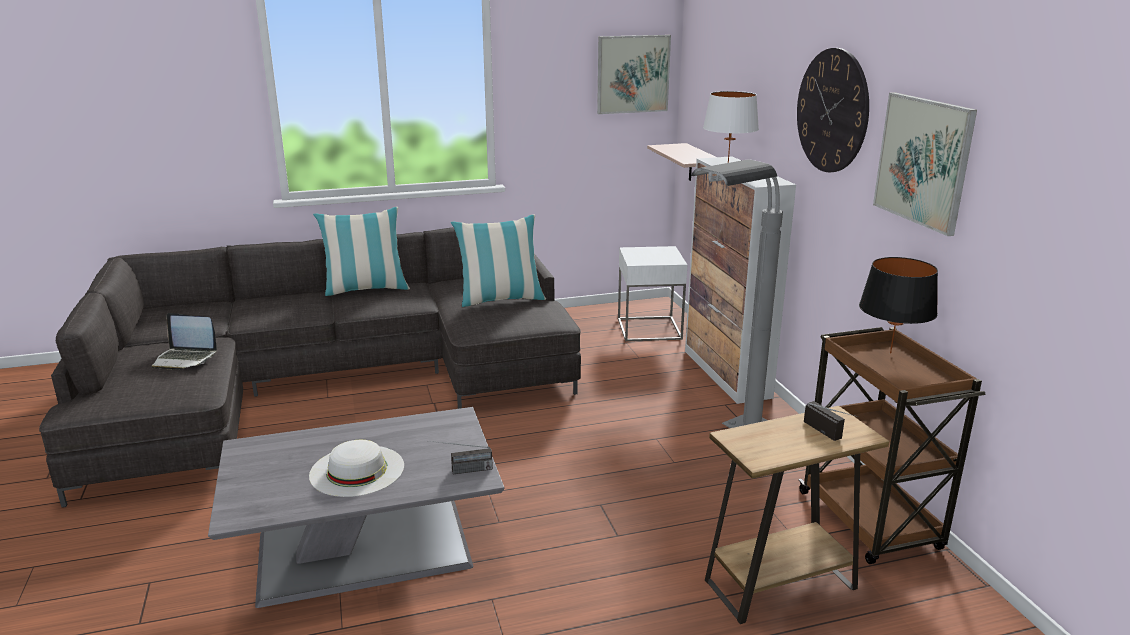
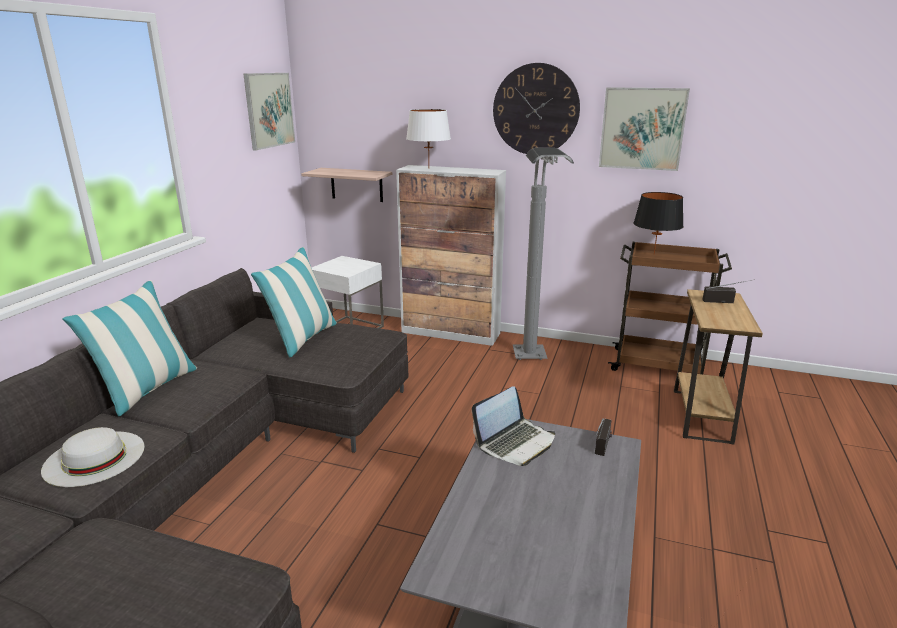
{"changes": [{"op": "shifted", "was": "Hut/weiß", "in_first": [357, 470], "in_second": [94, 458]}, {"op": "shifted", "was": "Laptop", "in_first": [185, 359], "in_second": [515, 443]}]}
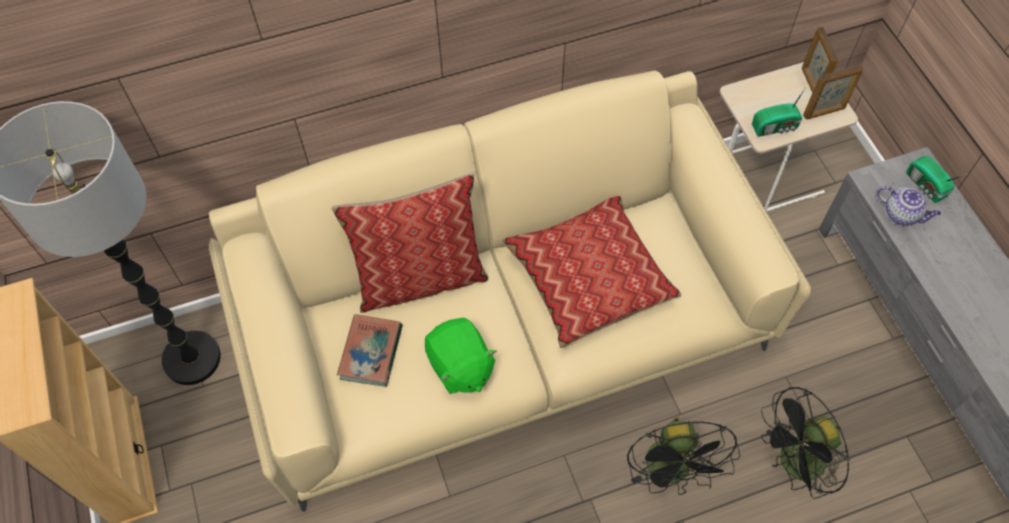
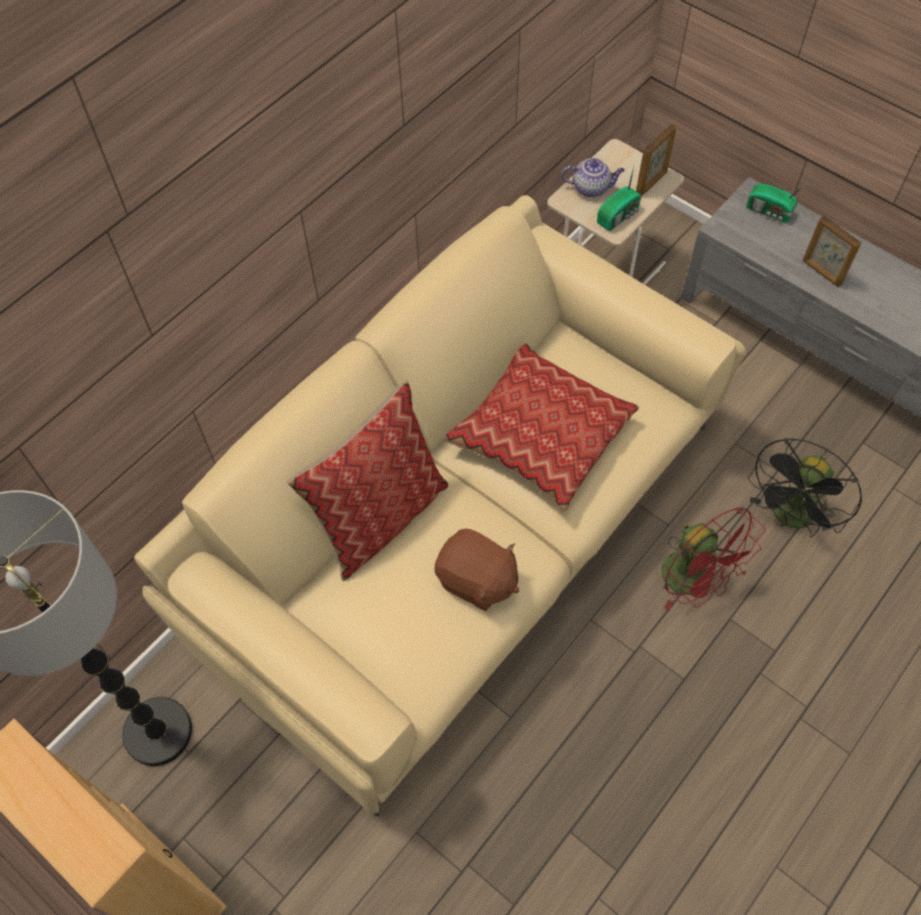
{"changes": [{"op": "repainted", "was": "Plüschtier/grün", "now": "Plüschtier/braun", "in_first": [460, 367], "in_second": [476, 580]}, {"op": "shifted", "was": "Teekanne", "in_first": [902, 214], "in_second": [591, 188]}, {"op": "repainted", "was": "Ventilator/schwarz", "now": "Ventilator/rot", "in_first": [672, 472], "in_second": [695, 580]}, {"op": "shifted", "was": "Bilderrahmen", "in_first": [811, 83], "in_second": [821, 272]}, {"op": "gone", "was": "Buch", "in_first": [371, 352]}]}
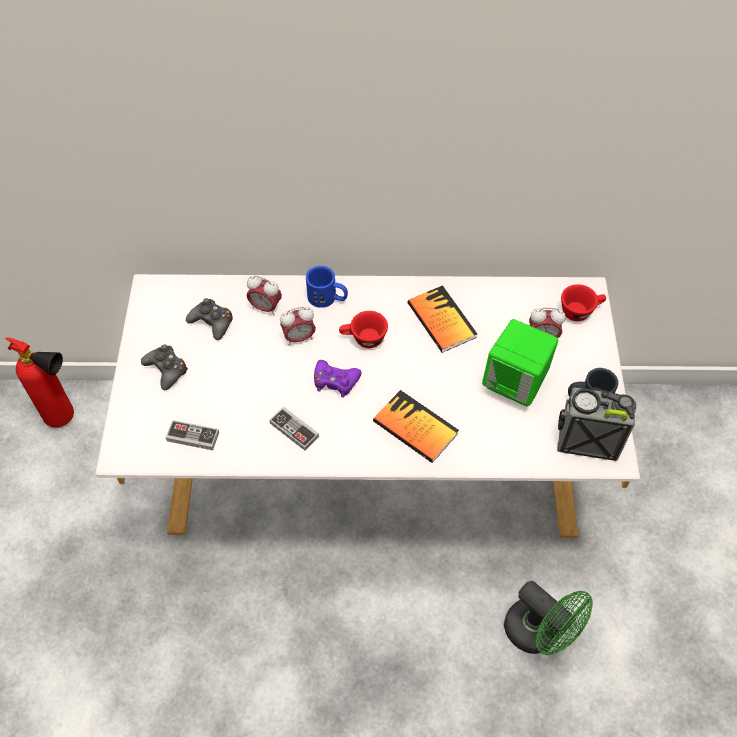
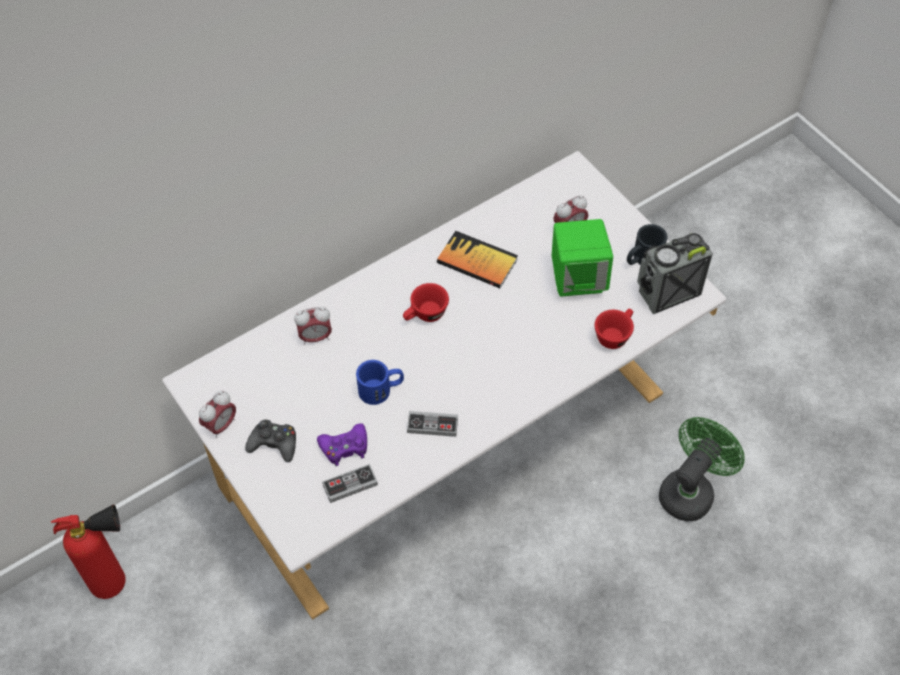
{"changes": [{"op": "shifted", "was": "Wecker", "in_first": [299, 338], "in_second": [221, 425]}, {"op": "shifted", "was": "Gamepad/lila", "in_first": [335, 381], "in_second": [345, 447]}, {"op": "shifted", "was": "Henkelbecher/blau", "in_first": [327, 298], "in_second": [381, 389]}, {"op": "shifted", "was": "Tasse/rot", "in_first": [580, 311], "in_second": [614, 334]}, {"op": "rotated", "was": "Ventilator/grün", "in_first": [539, 633], "in_second": [690, 490], "clockwise": -60}, {"op": "gone", "was": "Gamepad/schwarz", "in_first": [212, 322]}, {"op": "gone", "was": "Buch", "in_first": [415, 427]}]}
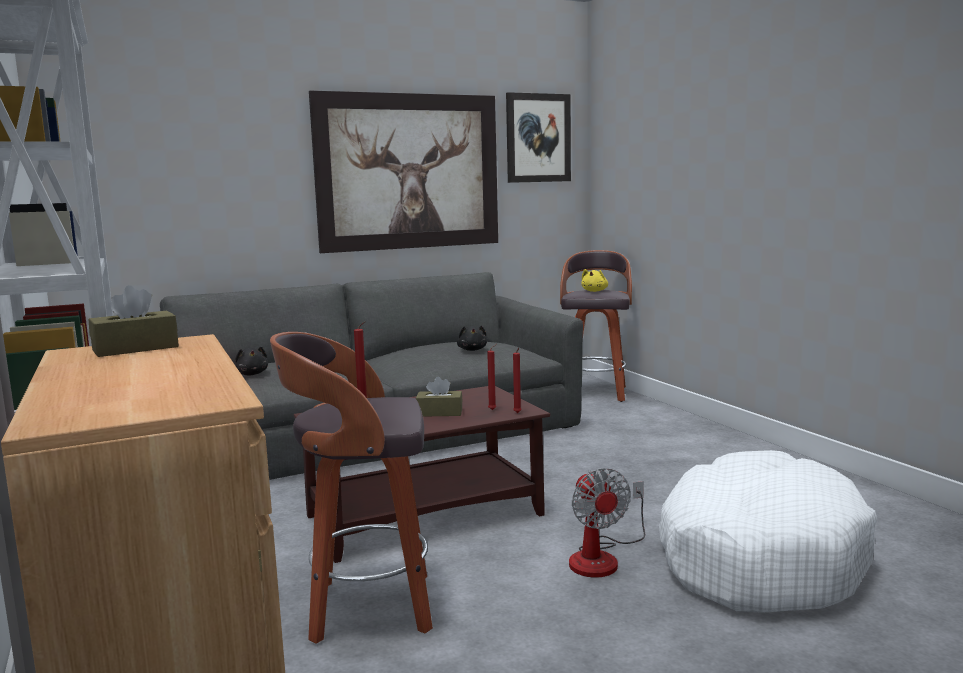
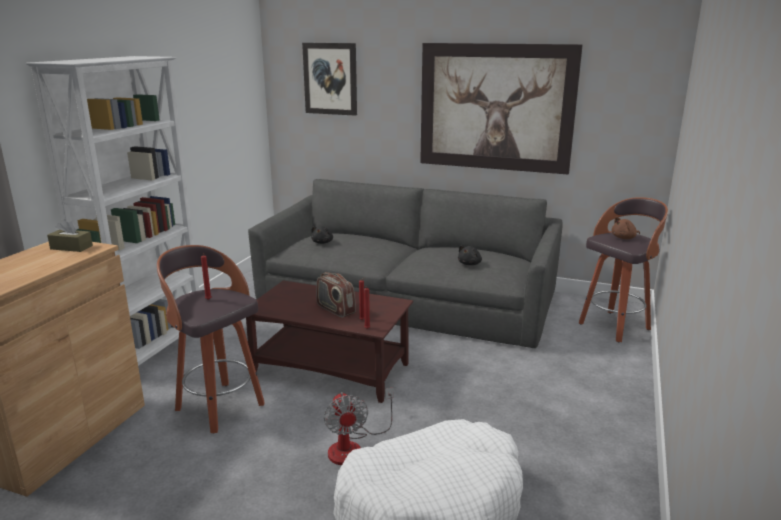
{"changes": [{"op": "shifted", "was": "Bild", "in_first": [538, 138], "in_second": [330, 79]}, {"op": "swapped", "was": "Taschentuchbox/braun", "now": "Radio", "in_first": [439, 413], "in_second": [335, 310]}, {"op": "rotated", "was": "Ventilator", "in_first": [602, 557], "in_second": [353, 447], "clockwise": -45}, {"op": "repainted", "was": "Plüschtier/gelb", "now": "Plüschtier/braun", "in_first": [595, 291], "in_second": [624, 238]}]}
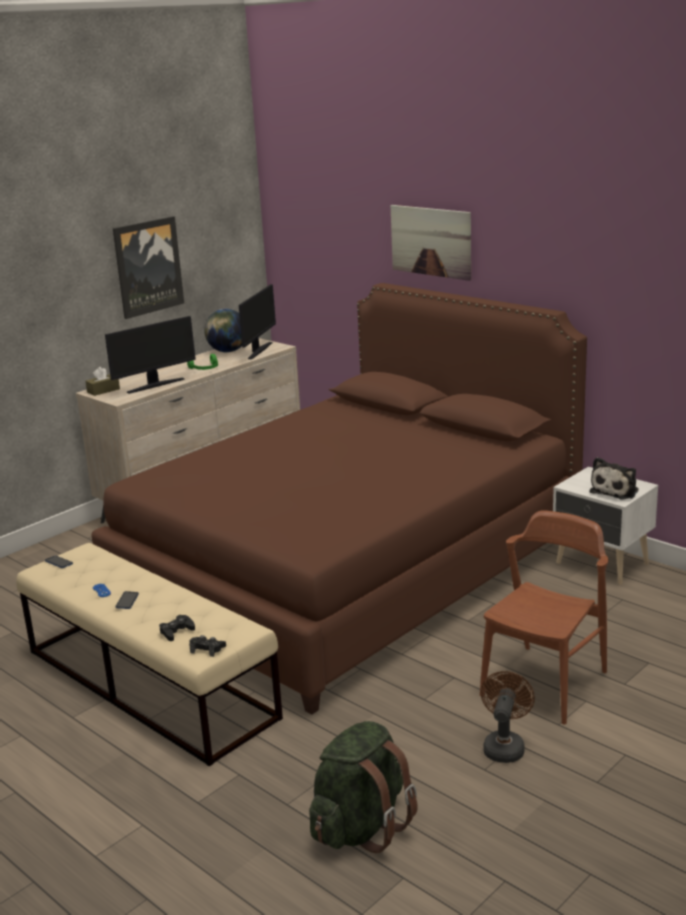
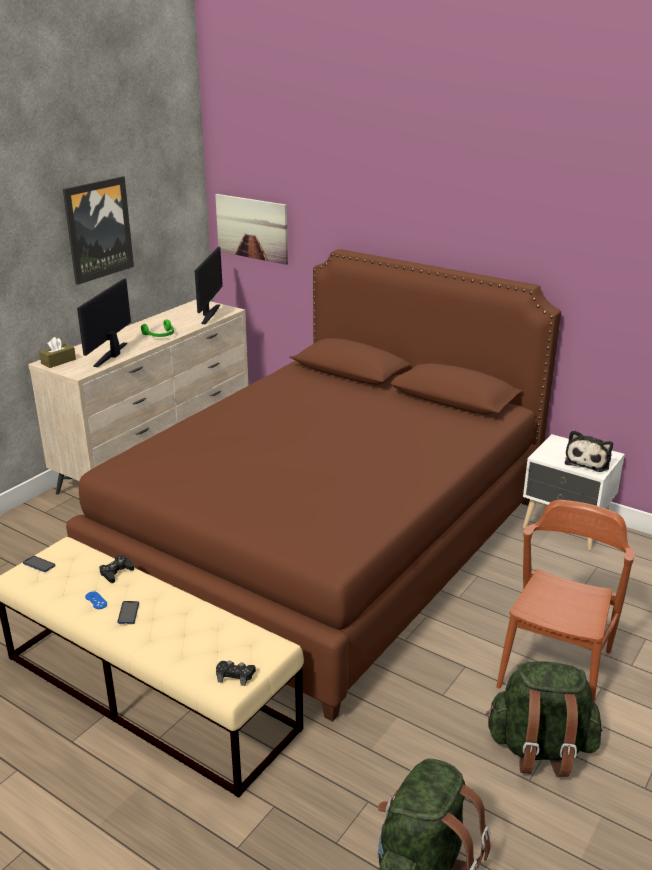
{"changes": [{"op": "rotated", "was": "Monitor", "in_first": [155, 385], "in_second": [112, 355], "clockwise": 150}, {"op": "shifted", "was": "Gamepad/schwarz", "in_first": [176, 631], "in_second": [116, 572]}, {"op": "shifted", "was": "Bild", "in_first": [431, 241], "in_second": [252, 228]}, {"op": "swapped", "was": "Ventilator/braun", "now": "Rucksack/grün", "in_first": [504, 746], "in_second": [540, 749]}, {"op": "gone", "was": "Globus", "in_first": [228, 351]}]}
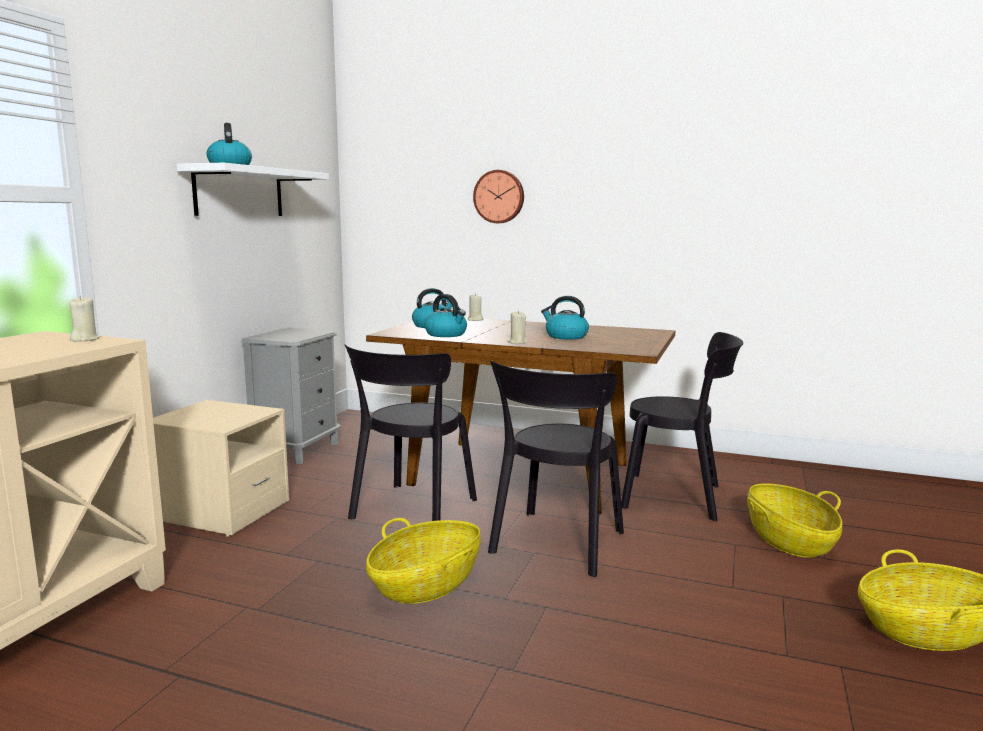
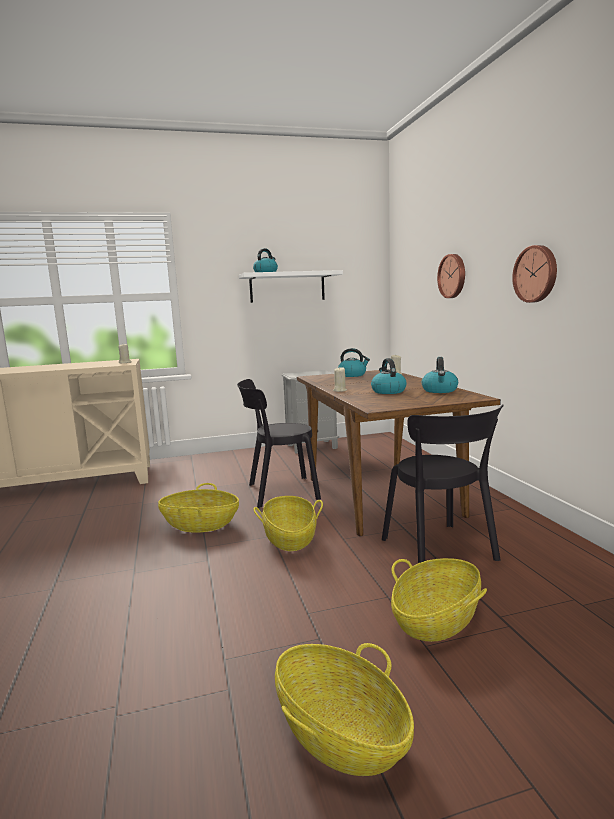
{"changes": [{"op": "swapped", "was": "Stuhl/schwarz", "now": "Korb", "in_first": [555, 545], "in_second": [290, 538]}, {"op": "shifted", "was": "Wasserkessel", "in_first": [446, 334], "in_second": [440, 390]}, {"op": "new", "now": "Wanduhr", "in_second": [536, 274]}, {"op": "gone", "was": "Nachttisch/beige", "in_first": [221, 511]}]}
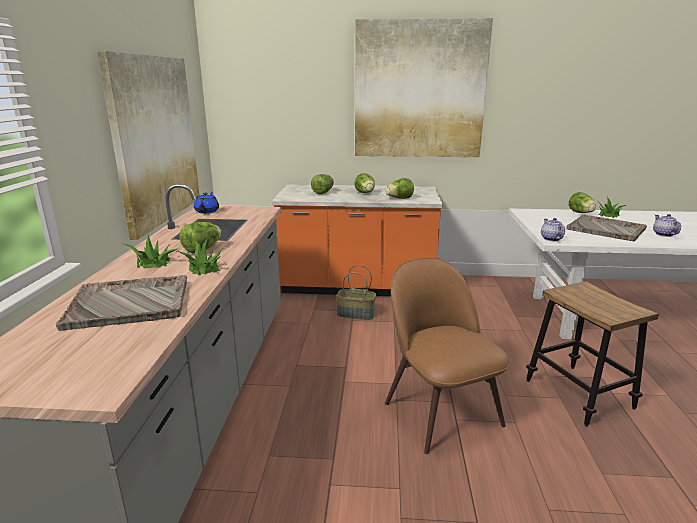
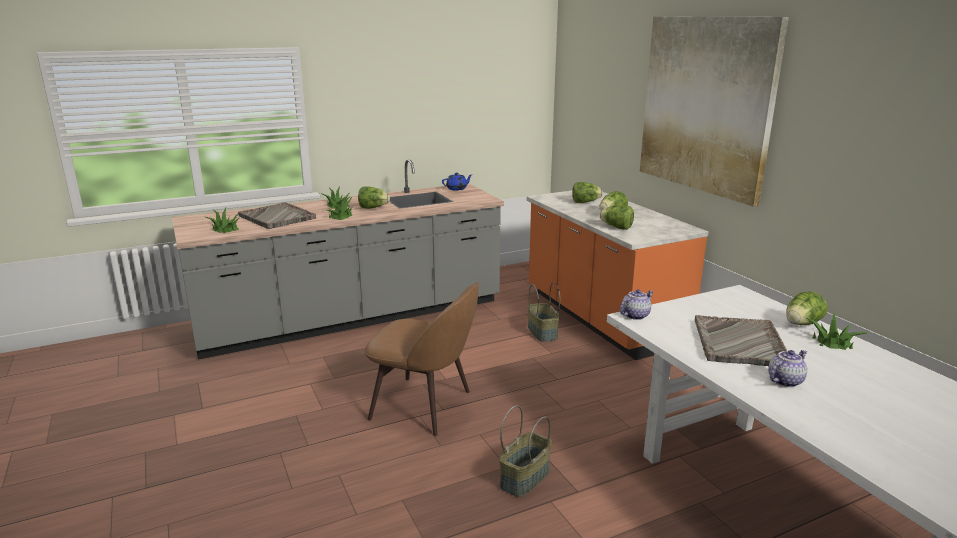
{"changes": [{"op": "new", "now": "Topfpflanze", "in_second": [225, 229]}, {"op": "rotated", "was": "Stuhl/braun", "in_first": [440, 411], "in_second": [425, 406], "clockwise": 75}, {"op": "swapped", "was": "Hocker", "now": "Korb", "in_first": [578, 394], "in_second": [524, 477]}, {"op": "gone", "was": "Bild", "in_first": [155, 140]}]}
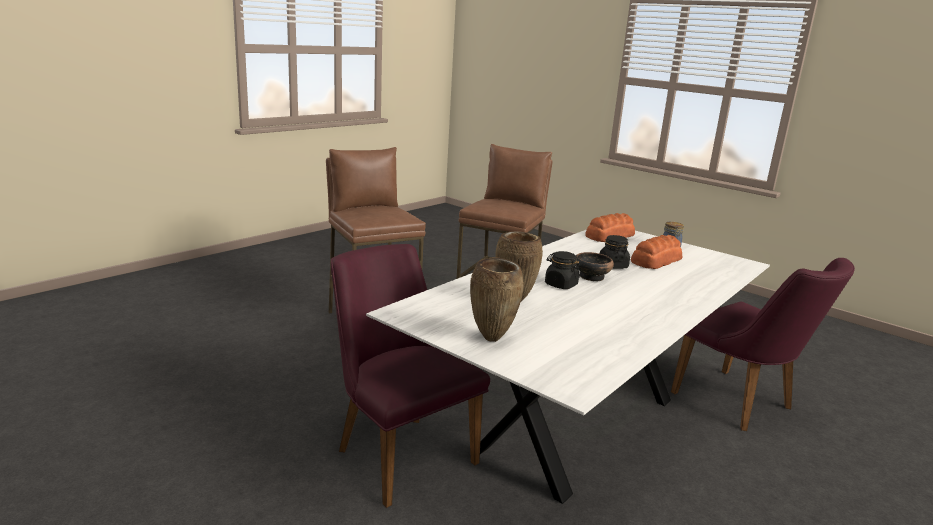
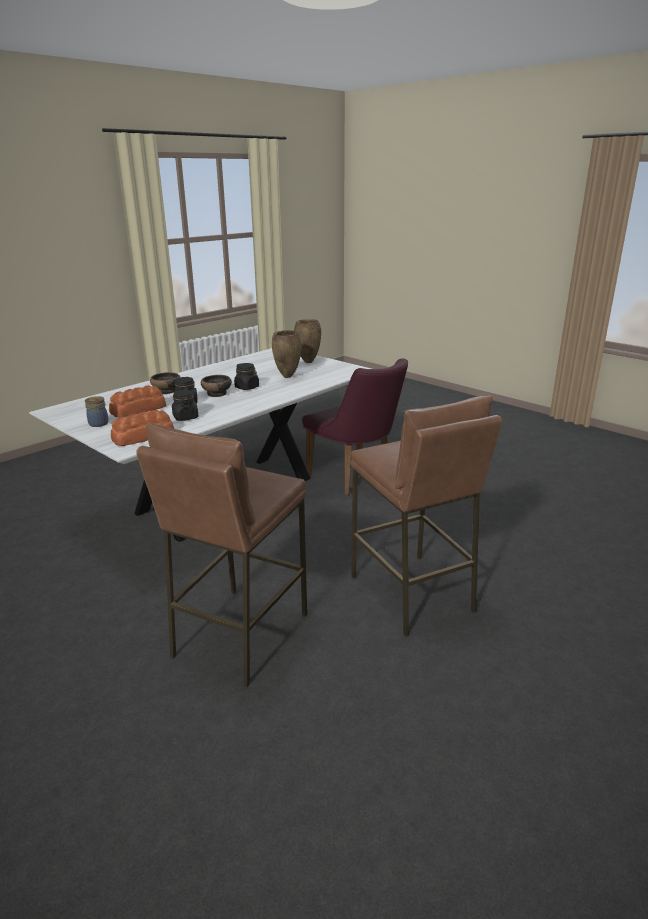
{"changes": [{"op": "new", "now": "Schüssel", "in_second": [167, 391]}, {"op": "new", "now": "Vorratsglas/schwarz", "in_second": [185, 417]}, {"op": "gone", "was": "Stuhl/lila", "in_first": [741, 404]}]}
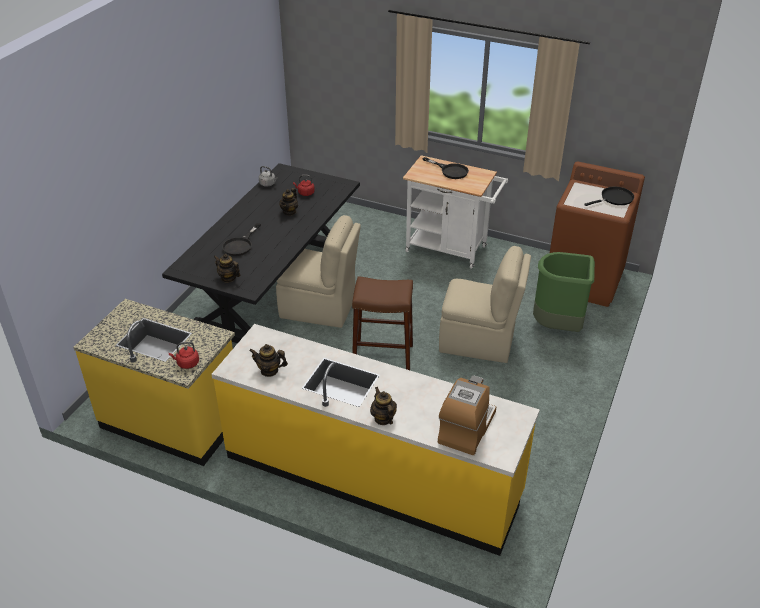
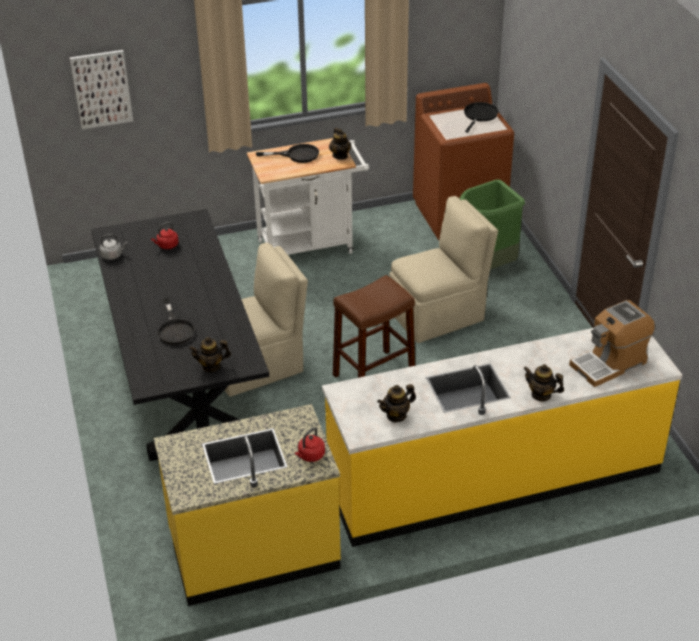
{"changes": [{"op": "new", "now": "Bild", "in_second": [102, 89]}, {"op": "shifted", "was": "Teekanne", "in_first": [289, 212], "in_second": [340, 155]}, {"op": "rotated", "was": "Kaffeemaschine", "in_first": [466, 428], "in_second": [609, 363], "clockwise": -105}]}
